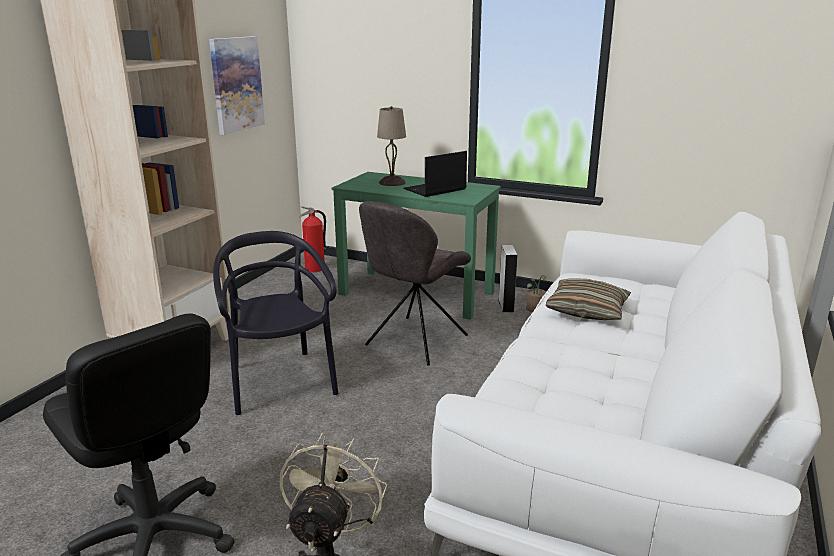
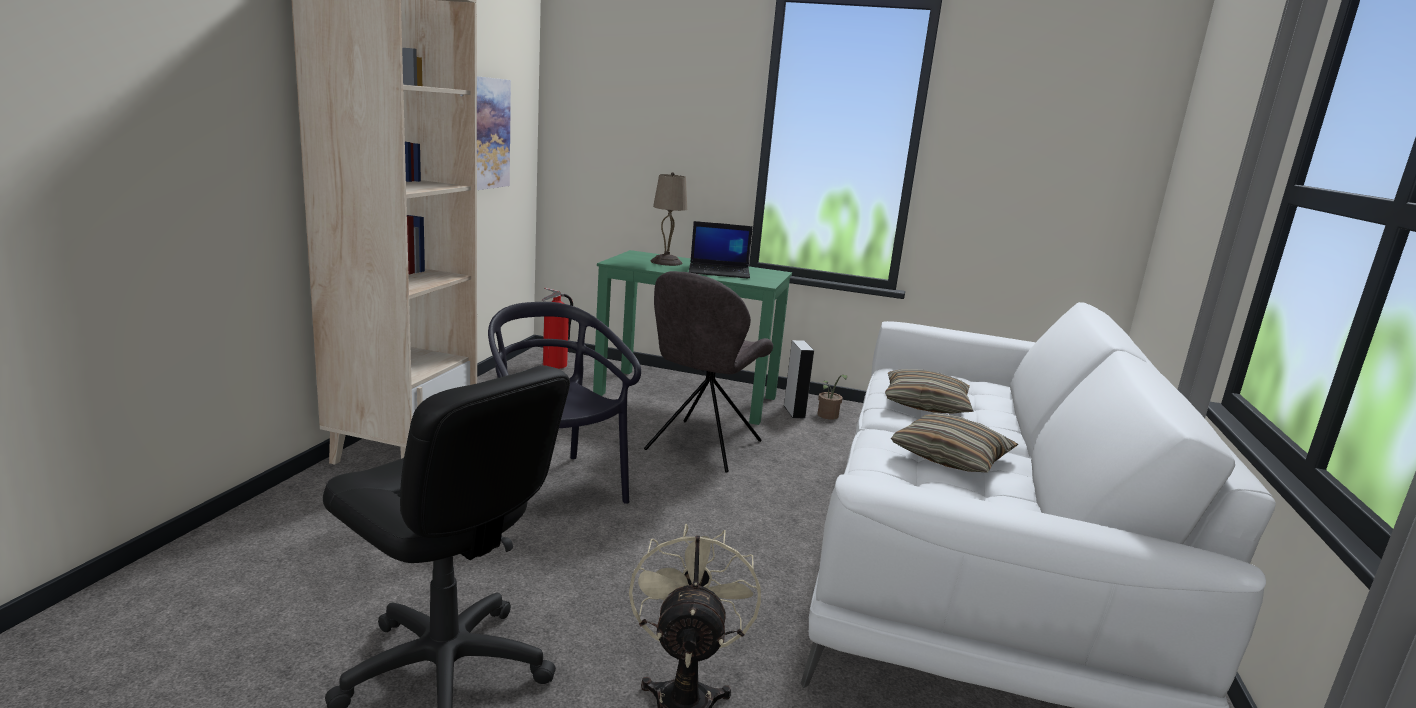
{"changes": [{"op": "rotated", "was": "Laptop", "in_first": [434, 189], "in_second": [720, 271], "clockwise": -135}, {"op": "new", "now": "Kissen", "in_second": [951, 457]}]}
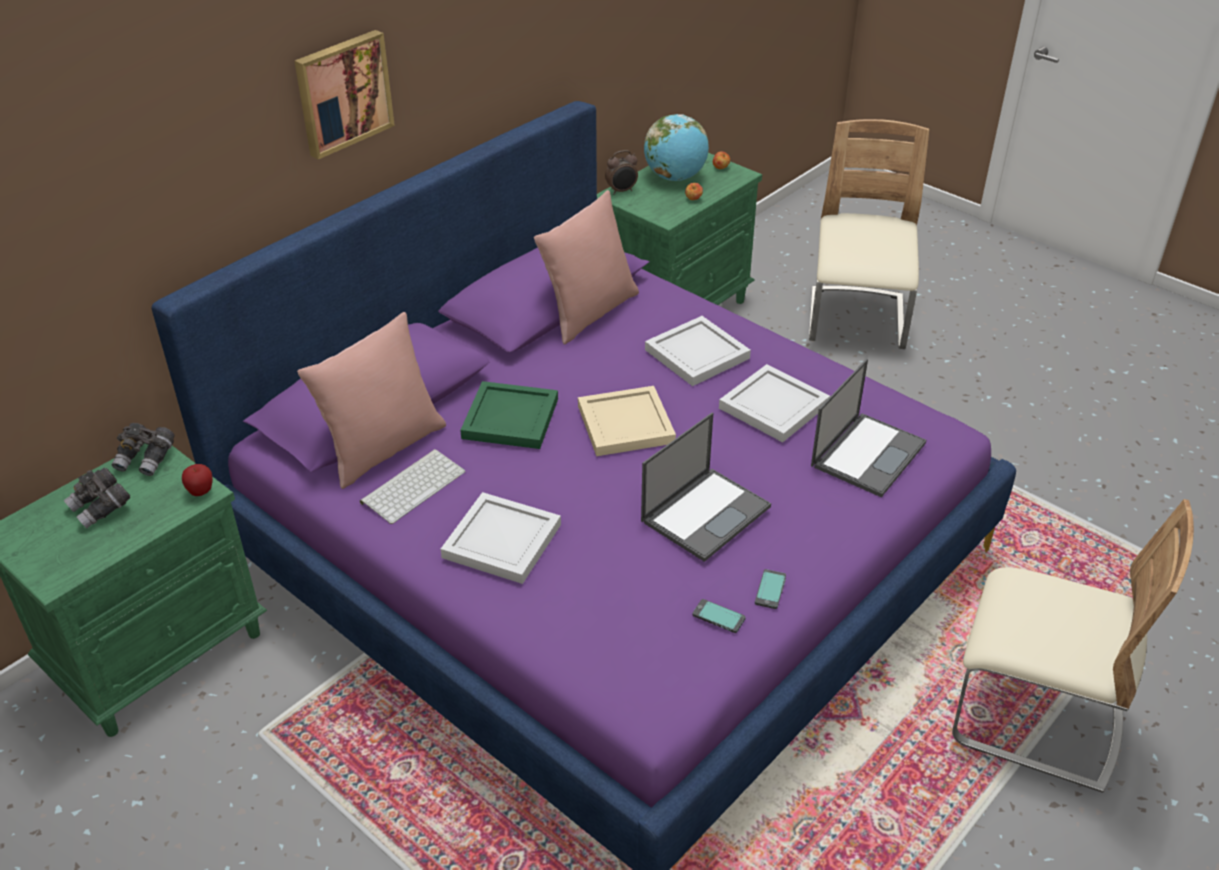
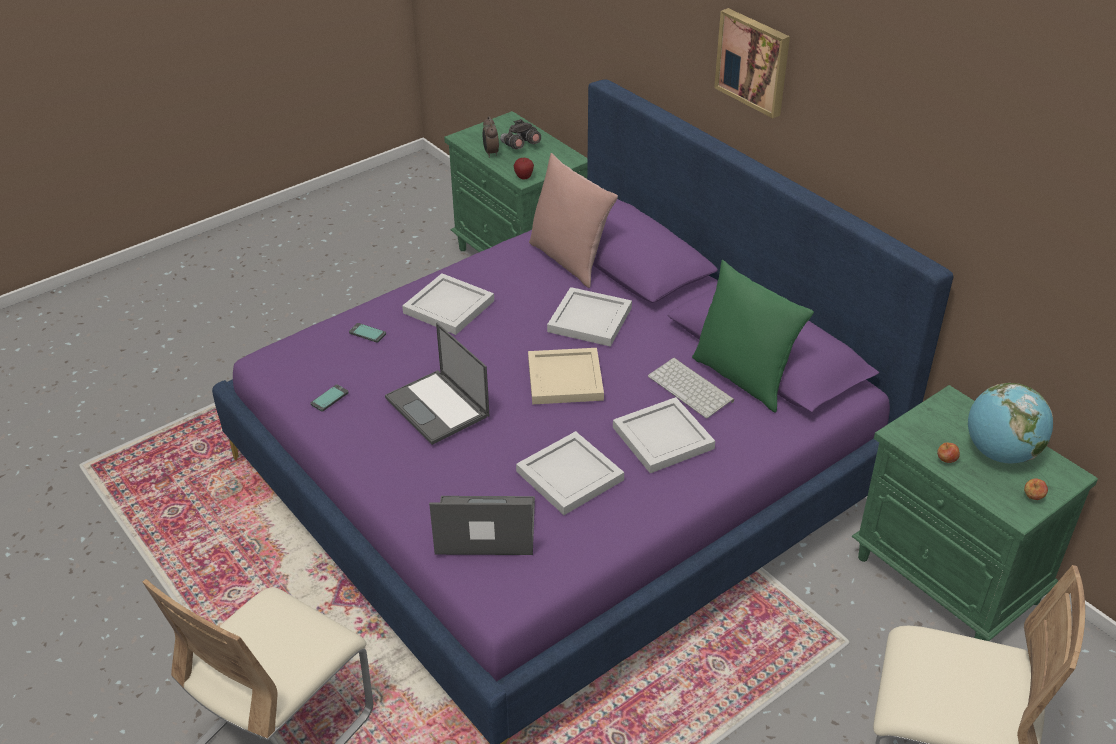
{"changes": [{"op": "shifted", "was": "Handy", "in_first": [770, 590], "in_second": [367, 333]}, {"op": "rotated", "was": "Laptop", "in_first": [868, 453], "in_second": [484, 527], "clockwise": 135}, {"op": "shifted", "was": "Wecker", "in_first": [621, 191], "in_second": [490, 153]}, {"op": "repainted", "was": "Tablett/grün", "now": "Tablett/weiß", "in_first": [509, 417], "in_second": [591, 319]}, {"op": "shifted", "was": "Tastatur", "in_first": [413, 485], "in_second": [692, 388]}, {"op": "repainted", "was": "Kissen/rosa", "now": "Kissen/grün", "in_first": [589, 313], "in_second": [743, 377]}, {"op": "gone", "was": "Fernglas/grau", "in_first": [146, 459]}]}
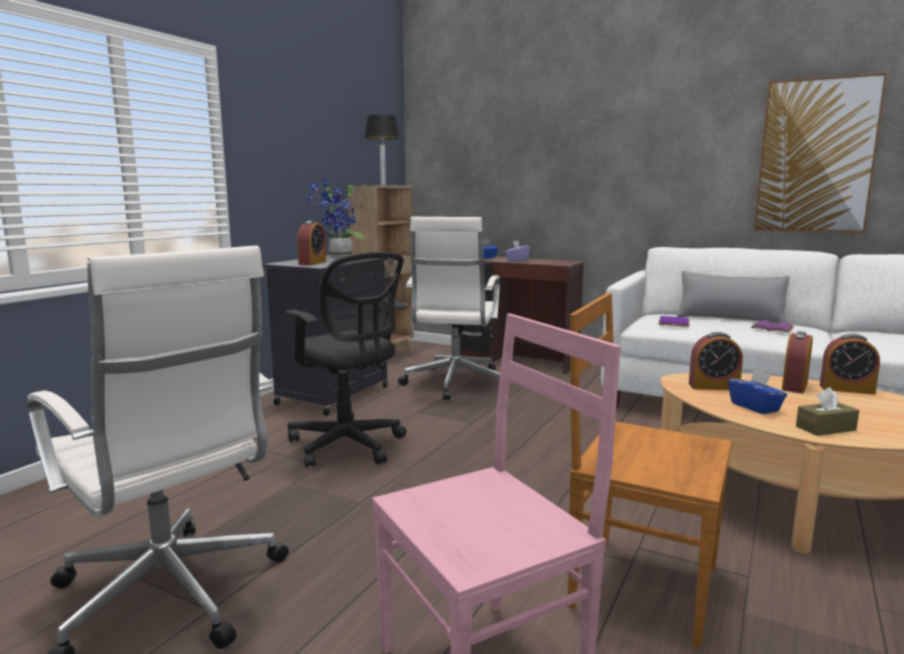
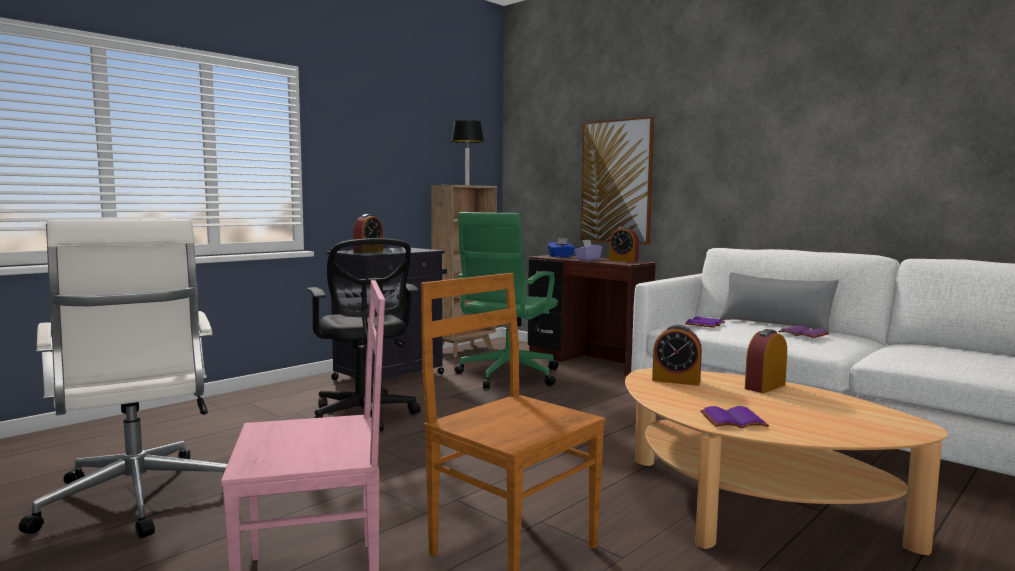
{"changes": [{"op": "repainted", "was": "Bürostuhl/weiß", "now": "Bürostuhl/grün", "in_first": [454, 384], "in_second": [507, 376]}, {"op": "shifted", "was": "Bild", "in_first": [816, 156], "in_second": [616, 181]}, {"op": "shifted", "was": "Wecker", "in_first": [846, 389], "in_second": [623, 260]}, {"op": "swapped", "was": "Taschentuchbox/braun", "now": "Buch/lila", "in_first": [825, 428], "in_second": [733, 421]}, {"op": "gone", "was": "Topfpflanze", "in_first": [338, 256]}, {"op": "gone", "was": "Taschentuchbox/blau", "in_first": [755, 407]}]}
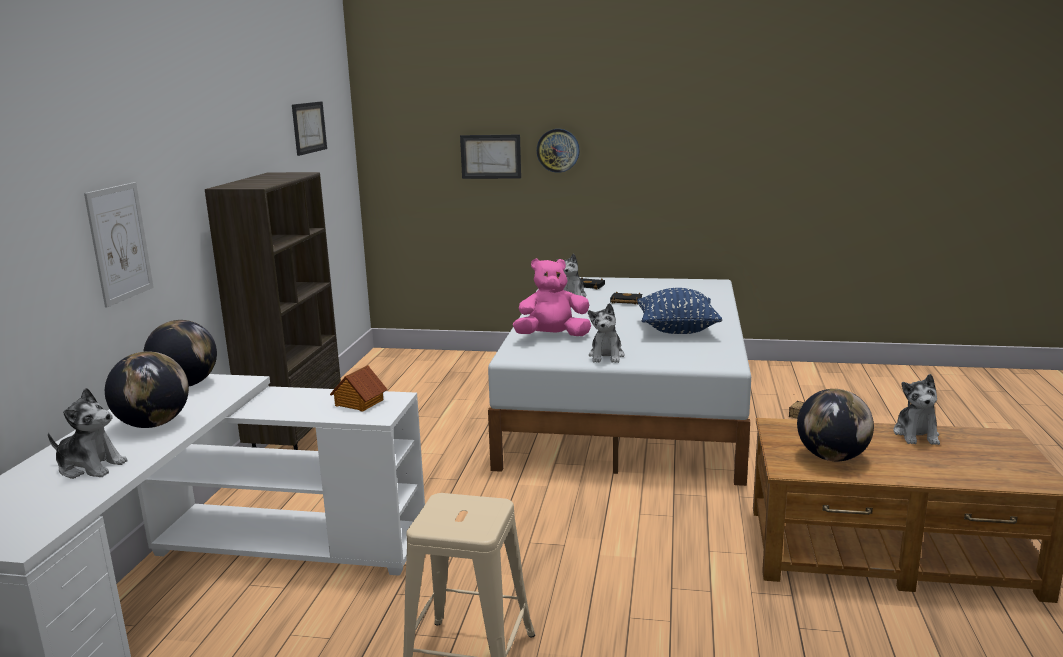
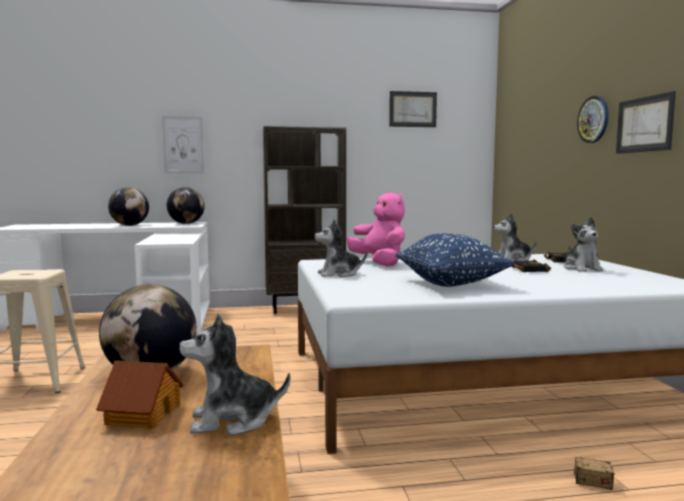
{"changes": [{"op": "shifted", "was": "Spielzeughaus", "in_first": [359, 403], "in_second": [142, 414]}, {"op": "shifted", "was": "Plüschtier", "in_first": [90, 467], "in_second": [582, 268]}, {"op": "shifted", "was": "Bild", "in_first": [490, 156], "in_second": [644, 124]}]}
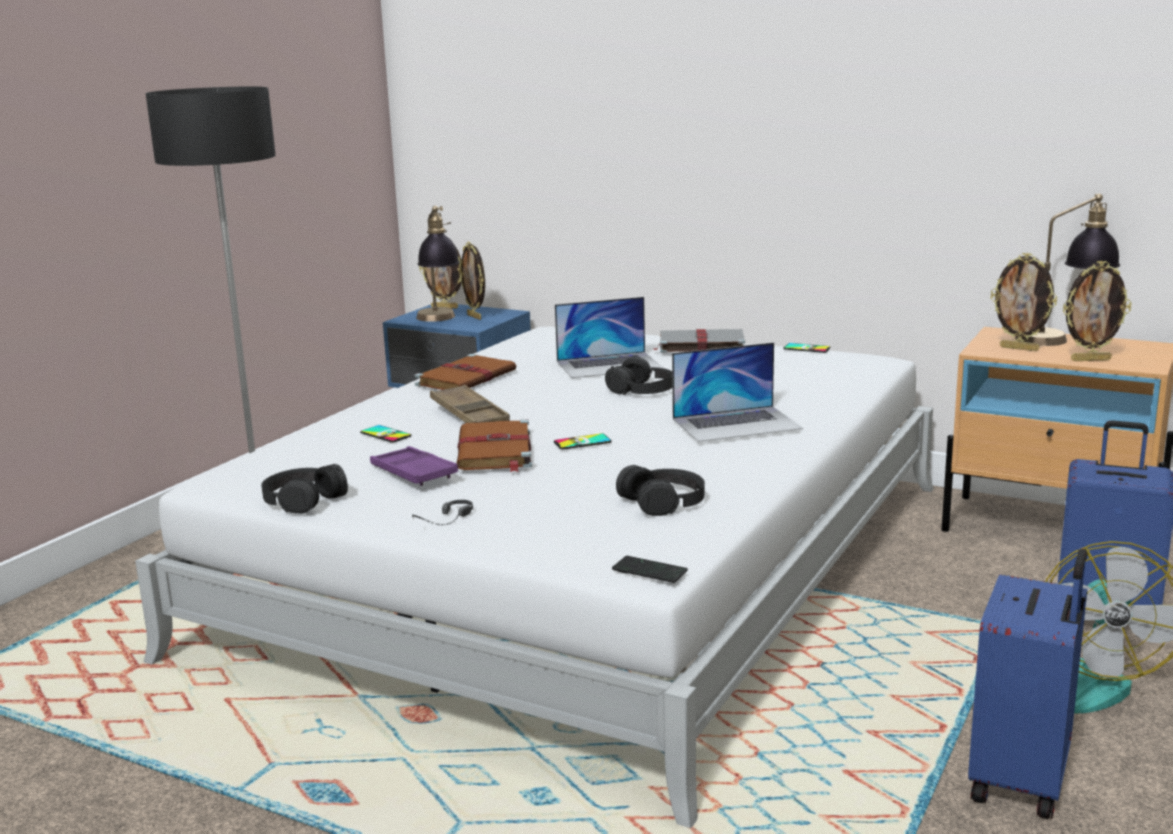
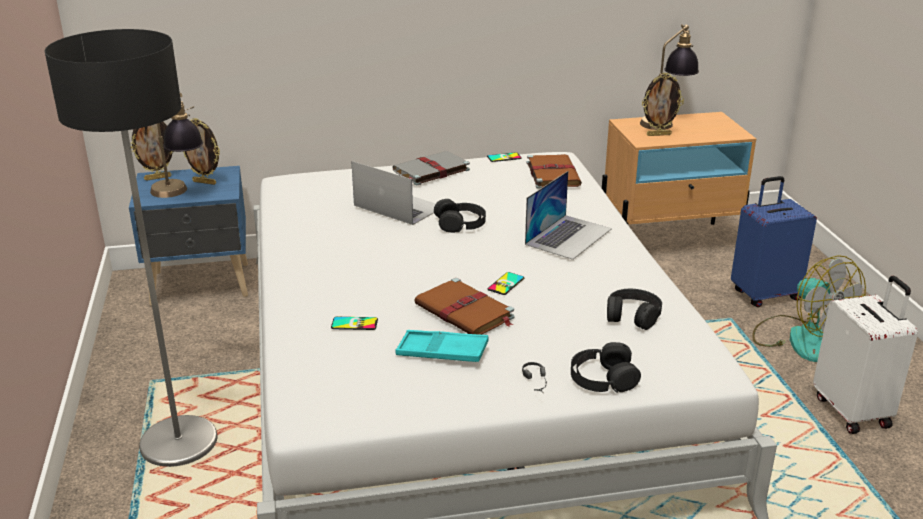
{"changes": [{"op": "rotated", "was": "Laptop", "in_first": [609, 365], "in_second": [398, 206], "clockwise": -90}, {"op": "repainted", "was": "Tablett/lila", "now": "Tablett/türkis", "in_first": [413, 473], "in_second": [442, 352]}, {"op": "shifted", "was": "Buch/braun", "in_first": [467, 377], "in_second": [552, 173]}, {"op": "shifted", "was": "Kopfhörer/schwarz", "in_first": [303, 499], "in_second": [602, 378]}, {"op": "repainted", "was": "Koffer/blau", "now": "Koffer/weiß", "in_first": [1022, 781], "in_second": [853, 411]}, {"op": "gone", "was": "Tablett/braun", "in_first": [469, 414]}, {"op": "gone", "was": "Handy", "in_first": [649, 571]}, {"op": "gone", "was": "Bilderrahmen", "in_first": [1090, 360]}]}
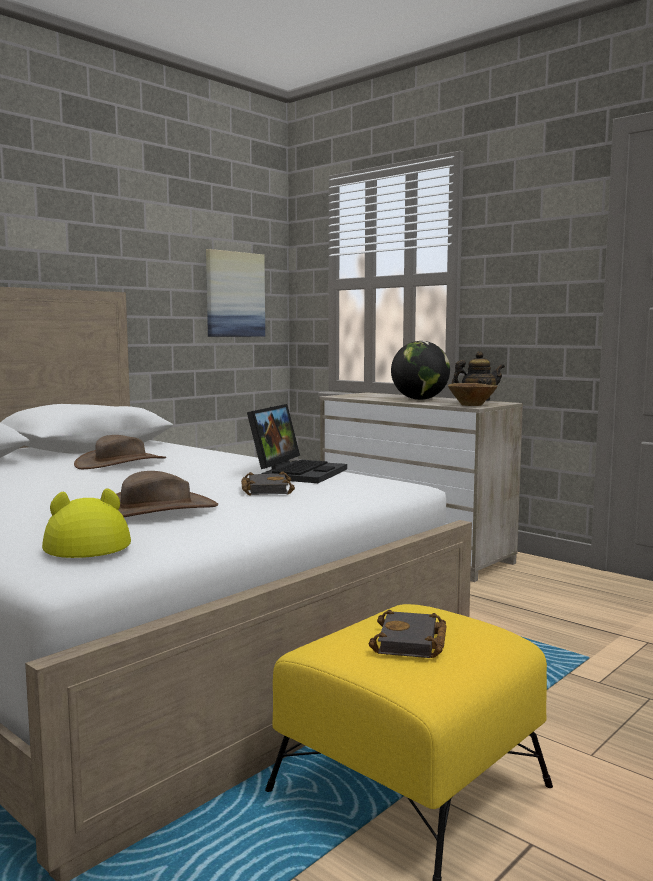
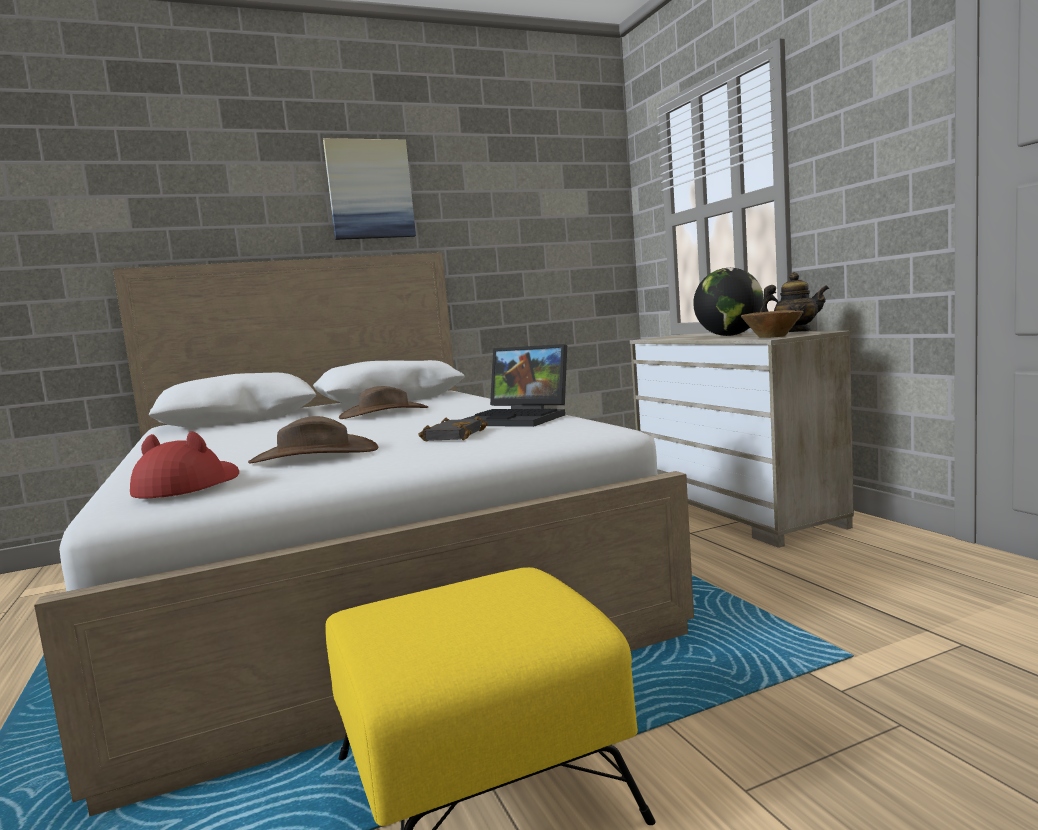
{"changes": [{"op": "repainted", "was": "Hut/gelb", "now": "Hut/rot", "in_first": [85, 545], "in_second": [189, 486]}, {"op": "shifted", "was": "Bild", "in_first": [234, 294], "in_second": [370, 189]}, {"op": "rotated", "was": "Laptop", "in_first": [297, 472], "in_second": [520, 418], "clockwise": 75}, {"op": "gone", "was": "Buch/schwarz", "in_first": [411, 643]}]}
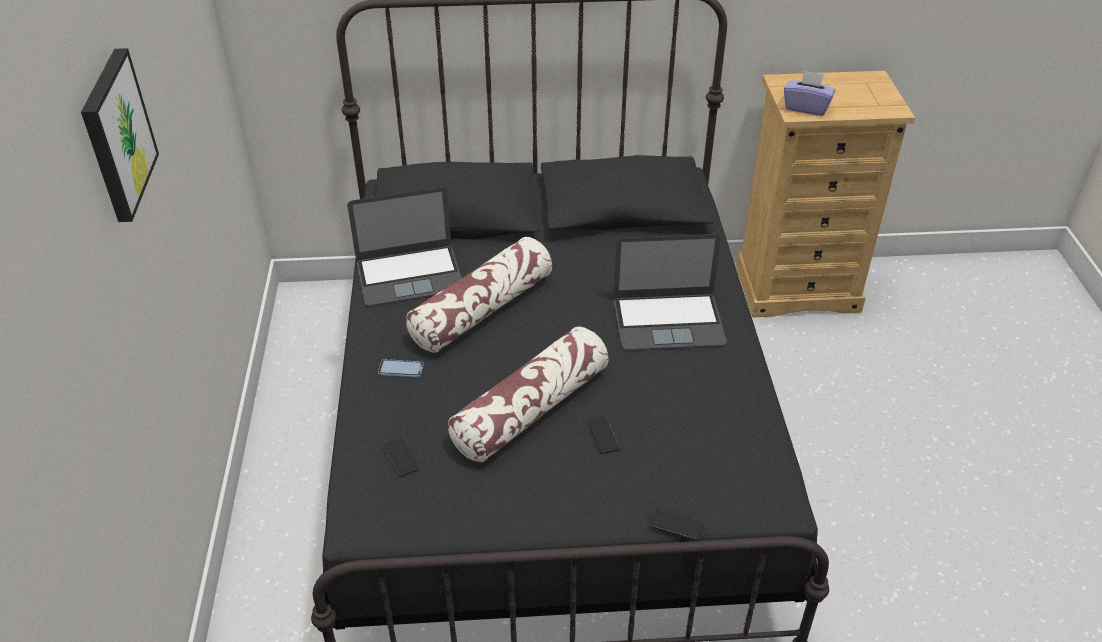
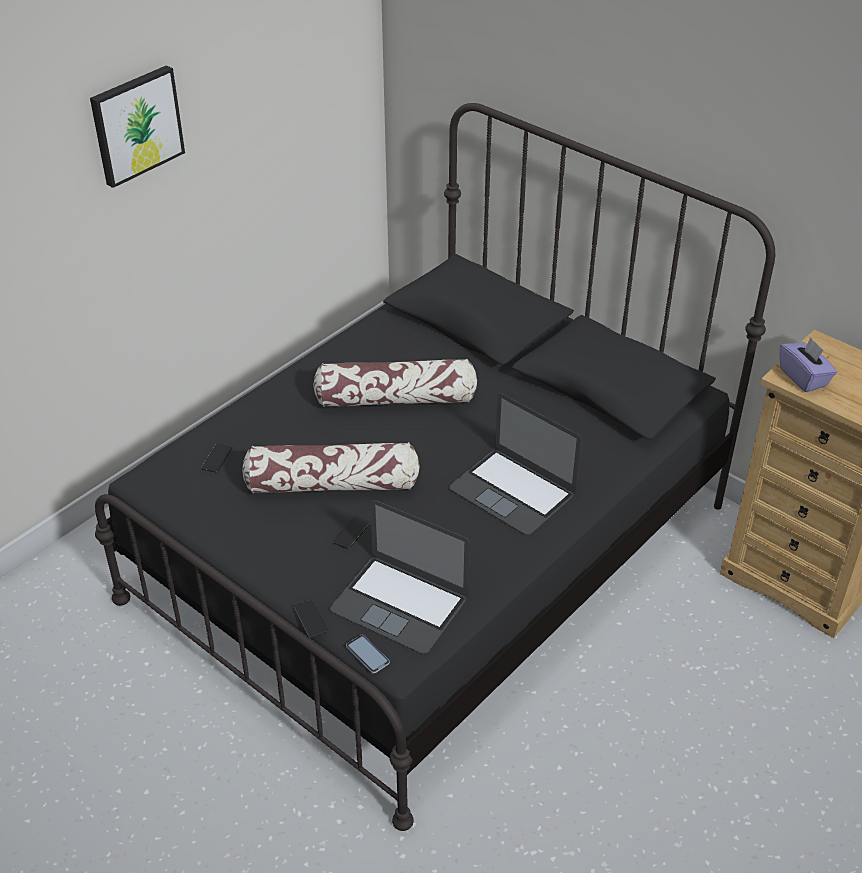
{"changes": [{"op": "shifted", "was": "Laptop", "in_first": [409, 275], "in_second": [399, 604]}, {"op": "shifted", "was": "Handy", "in_first": [401, 369], "in_second": [367, 655]}]}
